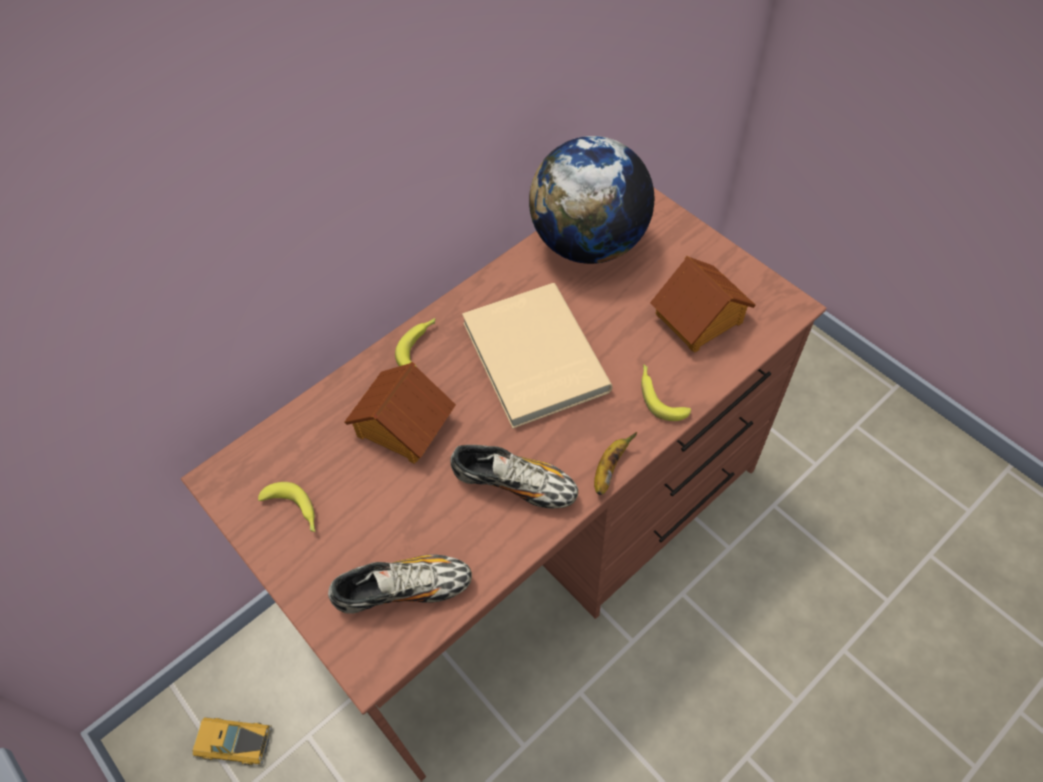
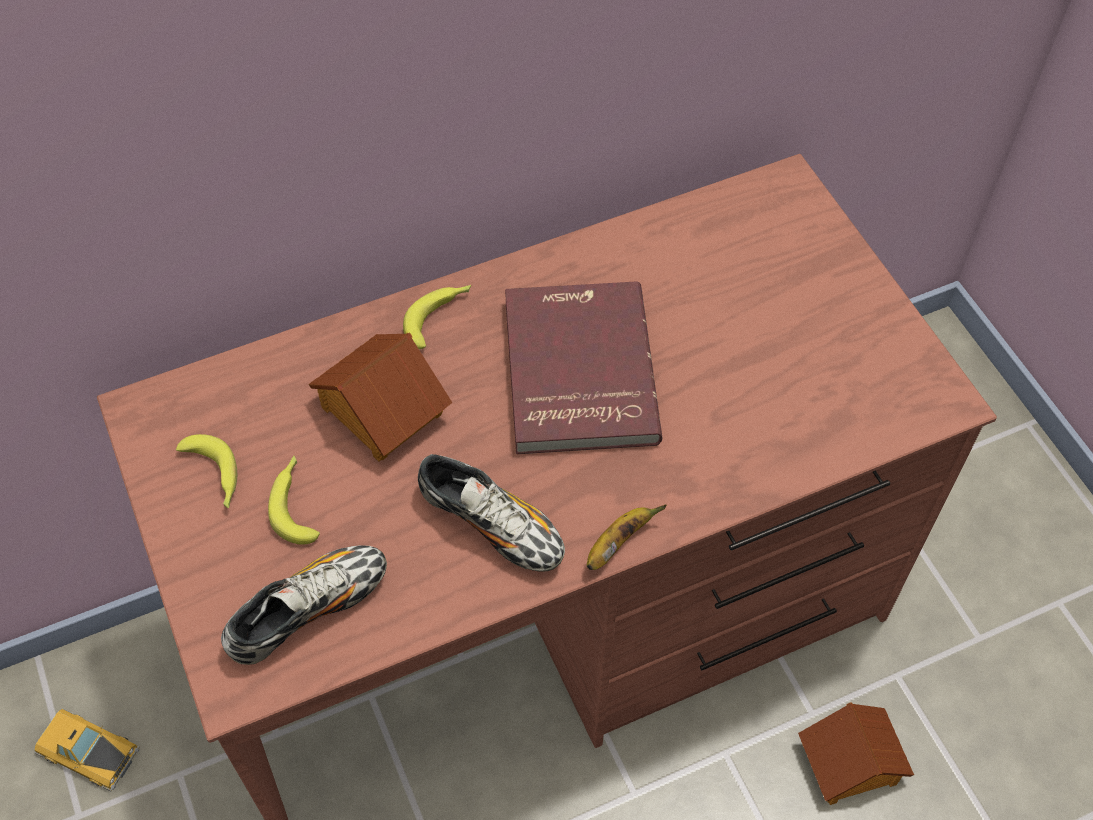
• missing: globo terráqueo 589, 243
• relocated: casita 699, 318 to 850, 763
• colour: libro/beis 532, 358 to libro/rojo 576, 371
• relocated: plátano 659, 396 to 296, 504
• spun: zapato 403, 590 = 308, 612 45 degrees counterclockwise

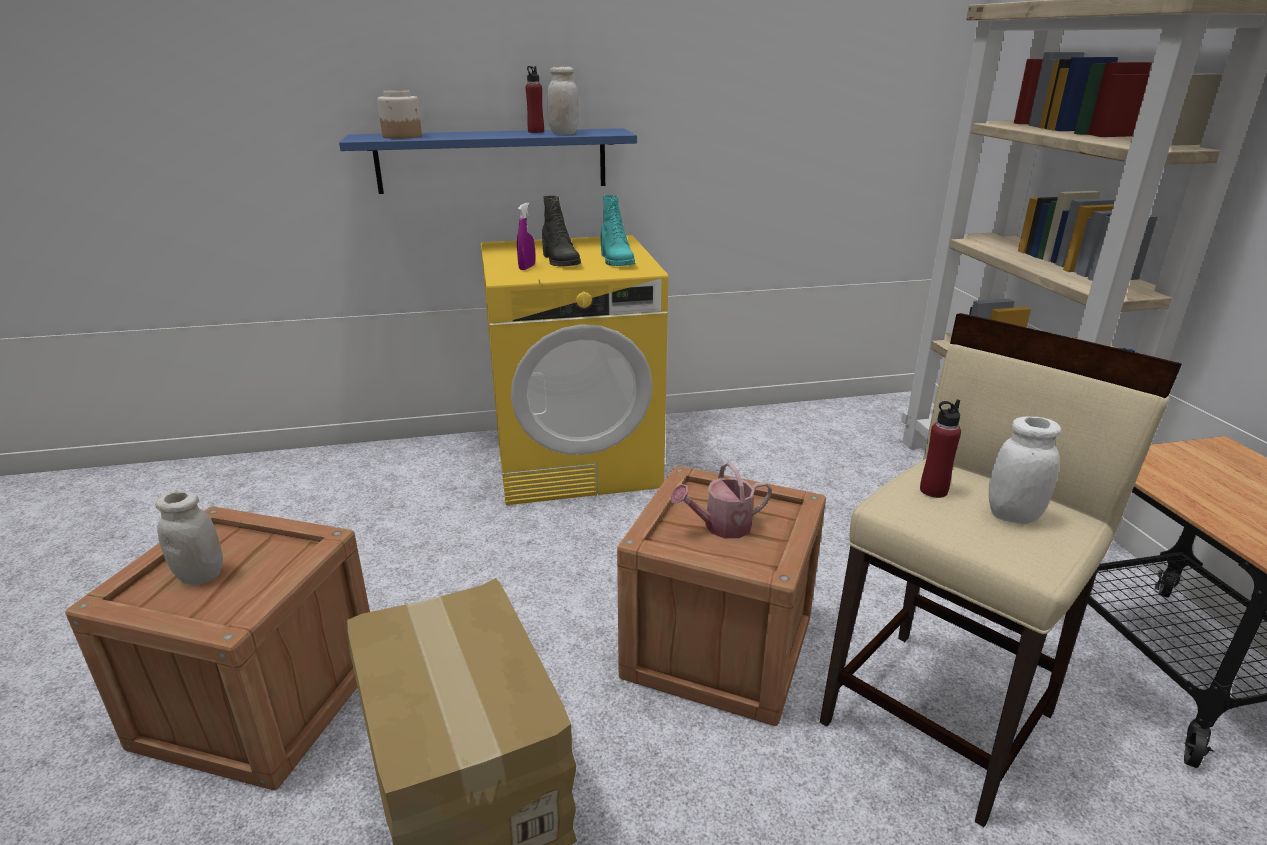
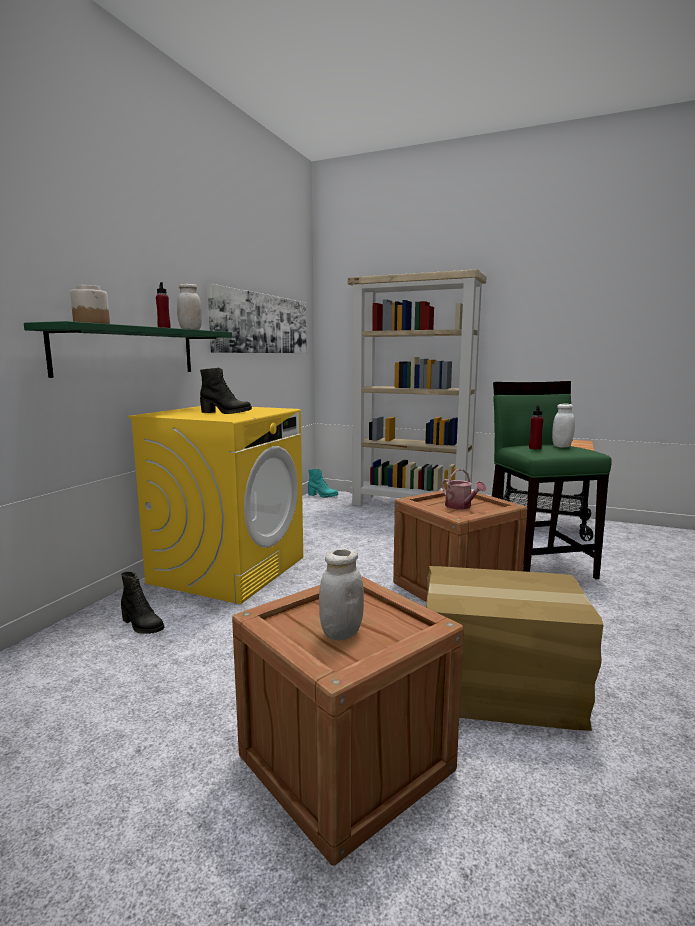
• colour: estante/azul 492, 160 to estante/verde 128, 351
• relocated: bota/turquesa 615, 261 to 322, 496
• missing: pulverizador/morado 527, 267
• colour: taburete/beis 940, 717 to taburete/verde 538, 564
• spun: regadera 721, 526 = 460, 506 45 degrees counterclockwise
• appeared: cuadro 262, 324
• appeared: bota/negro 142, 626

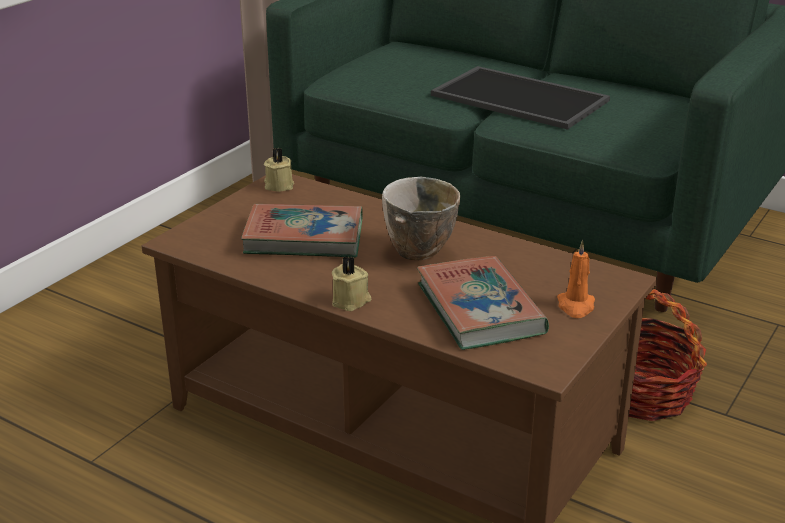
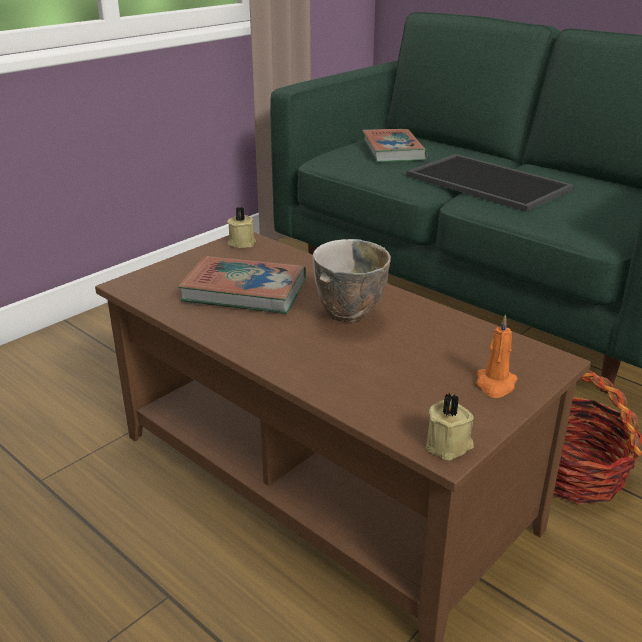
• relocated: vela/beis 351, 301 to 449, 446
• relocated: libro 480, 309 to 393, 151

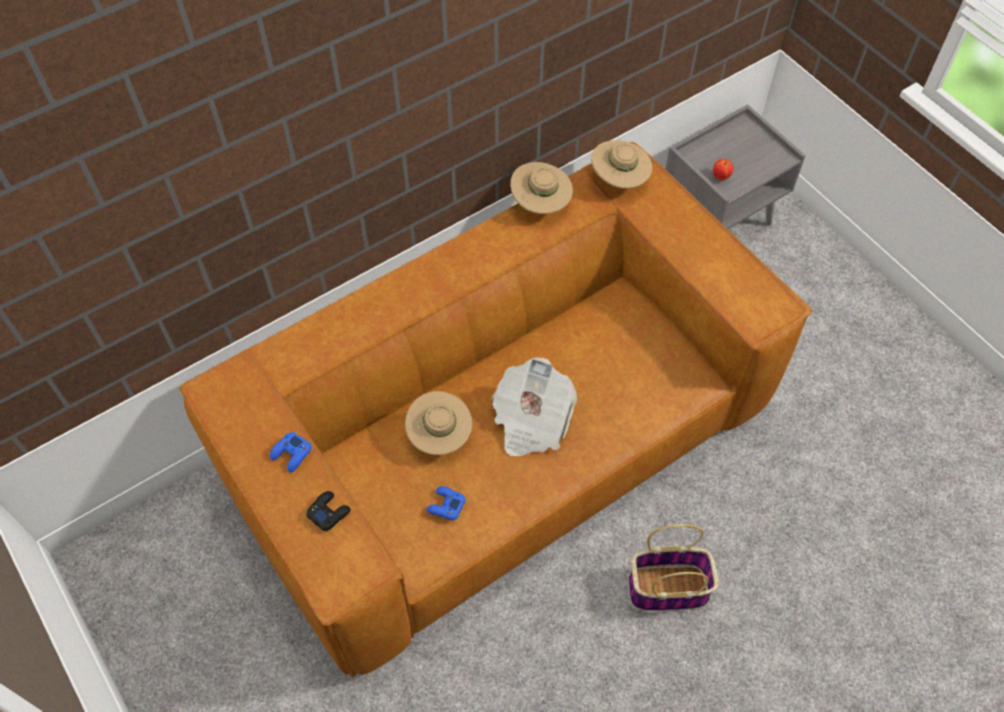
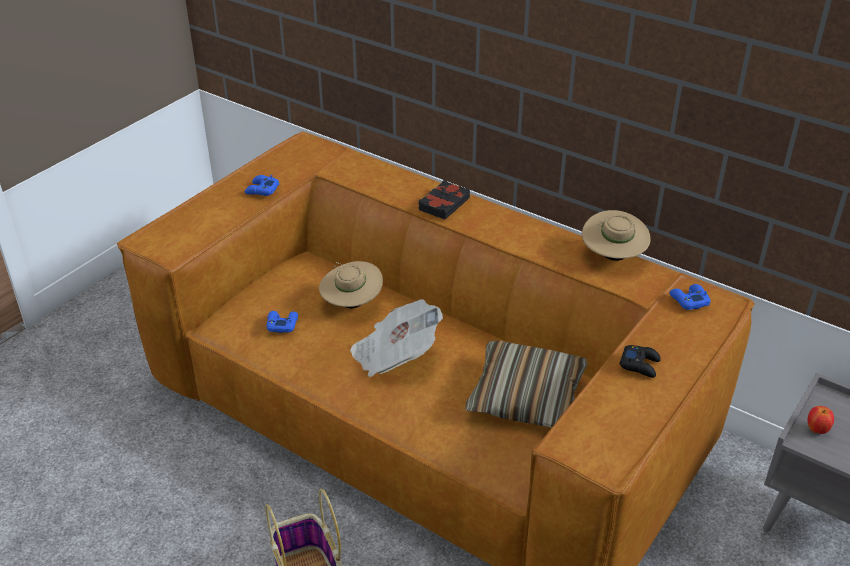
• exchanged: sombrero/beis 619, 179 to mando de consola/azul 689, 300
• relocated: mando de consola/negro 328, 512 to 640, 364
• appeared: libro/negro 443, 204
• appeared: cojín 526, 397

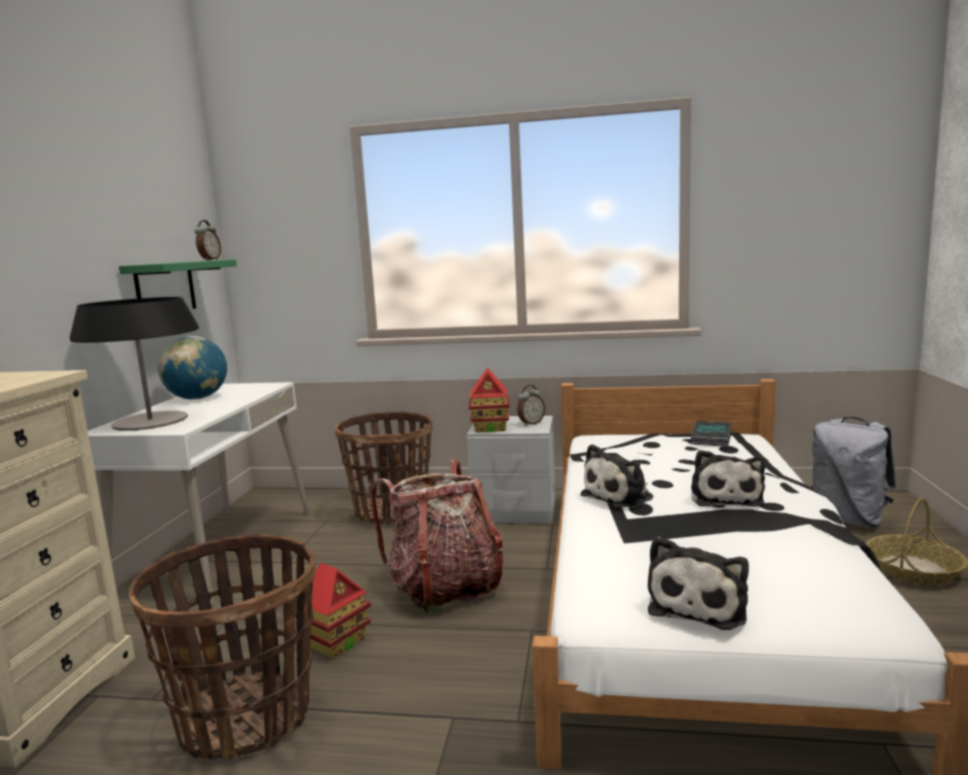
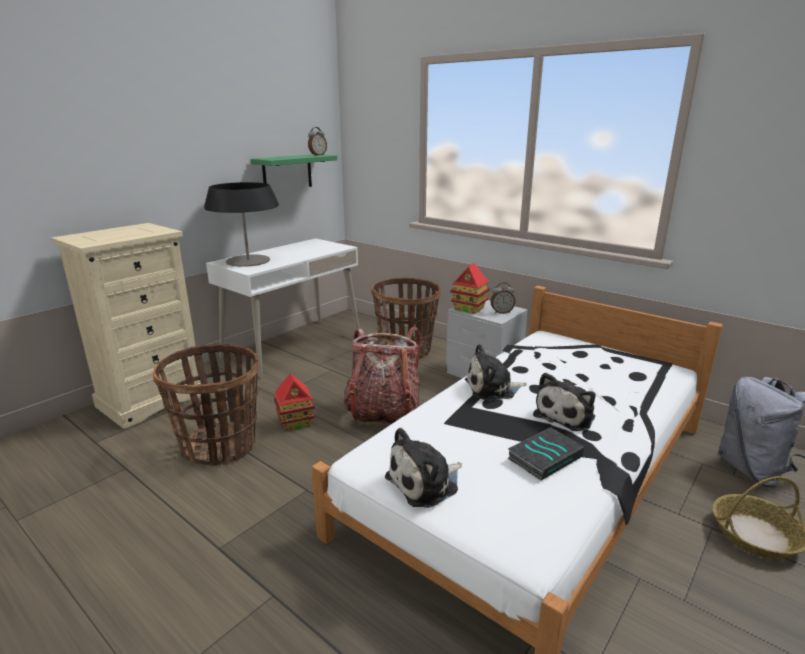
• missing: globo terráqueo 197, 398
• relocated: libro 710, 438 to 544, 457

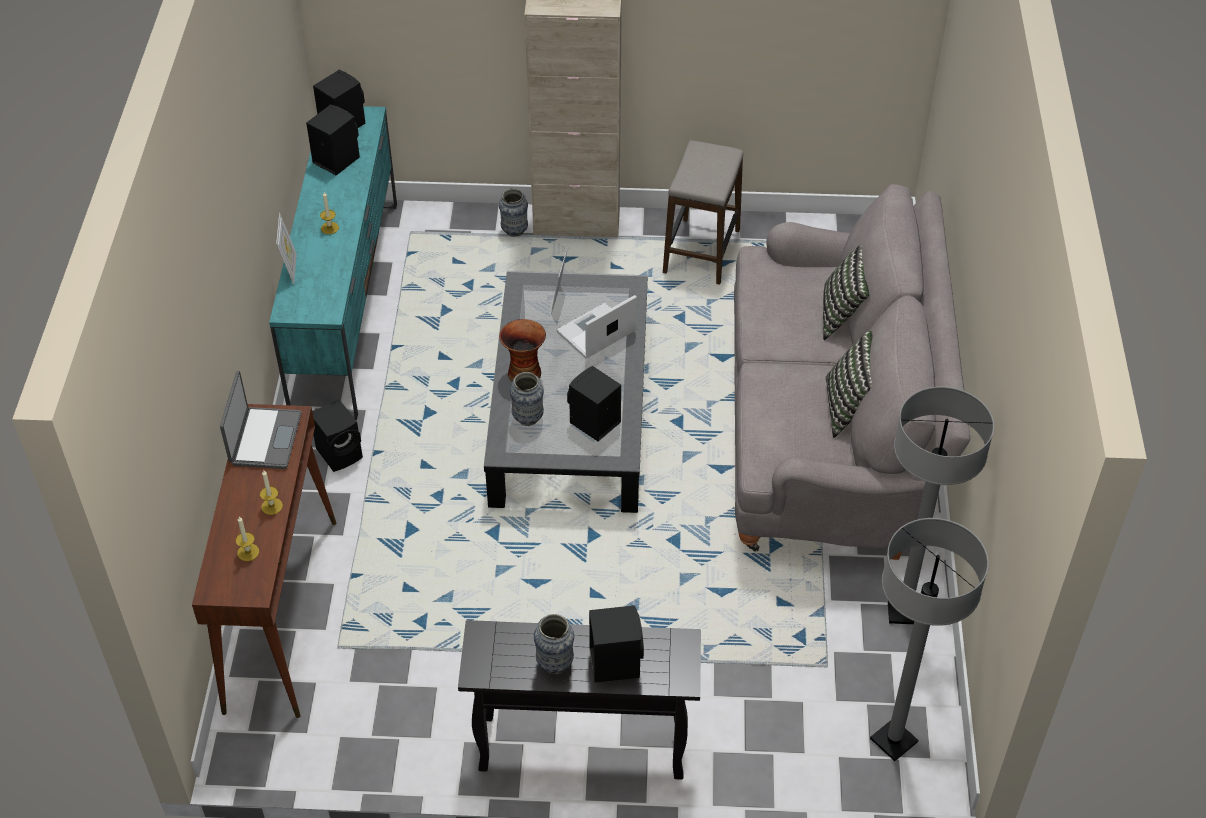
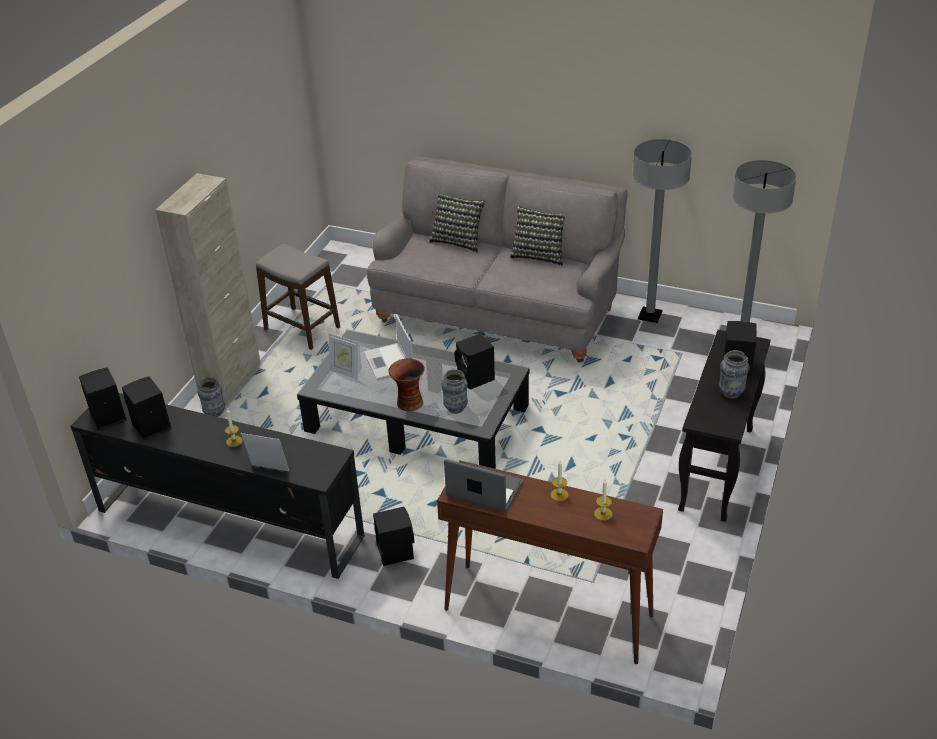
• colour: mueble de televisión/turquesa 346, 303 to mueble de televisión/negro 228, 523

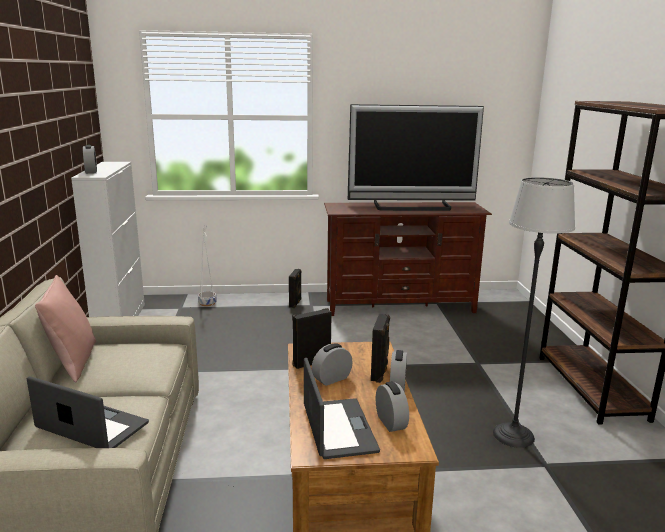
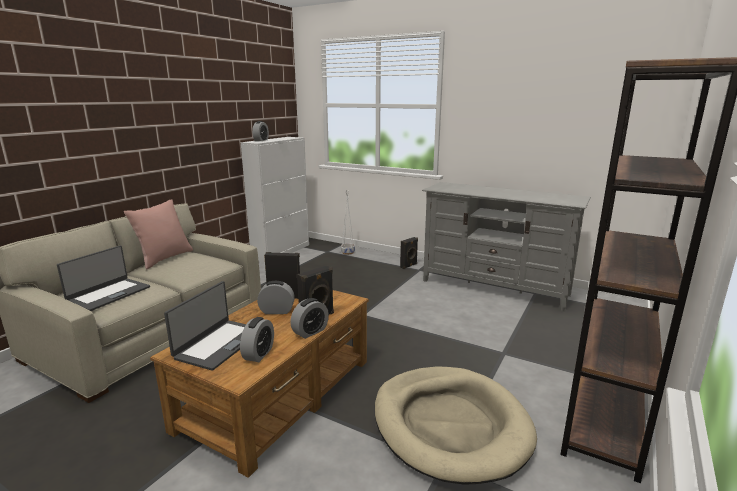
• missing: televisor 412, 207
• exchanged: lámpara de pie 513, 435 to cama para perro/beis 450, 425
• colour: mueble de televisión/marrón 400, 306 to mueble de televisión/gris 494, 287
• spun: portátil 91, 427 = 108, 294 60 degrees clockwise

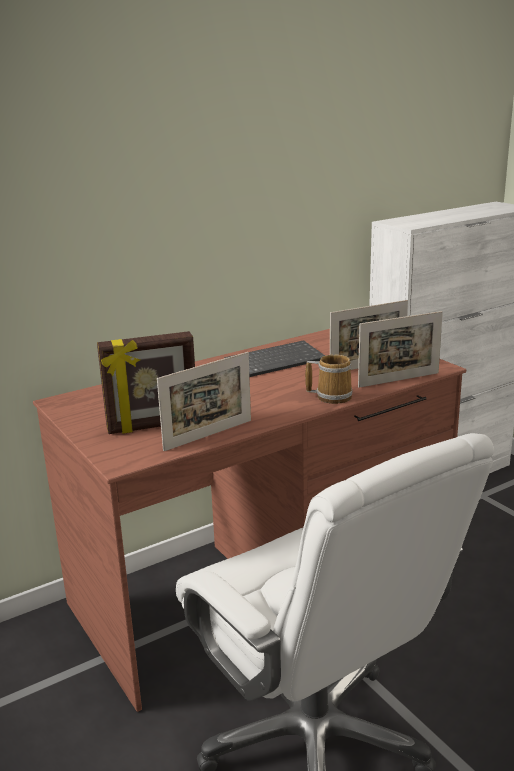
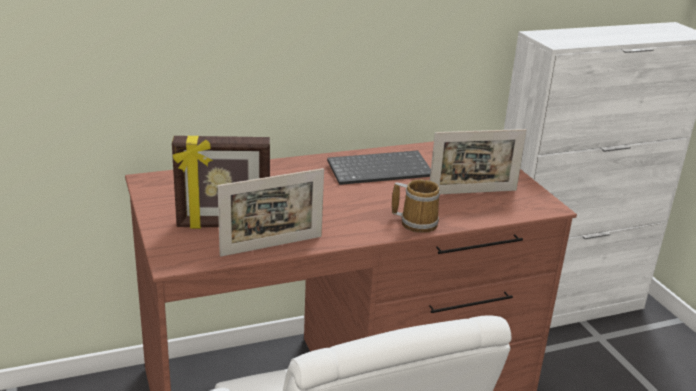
• missing: portarretratos 399, 380

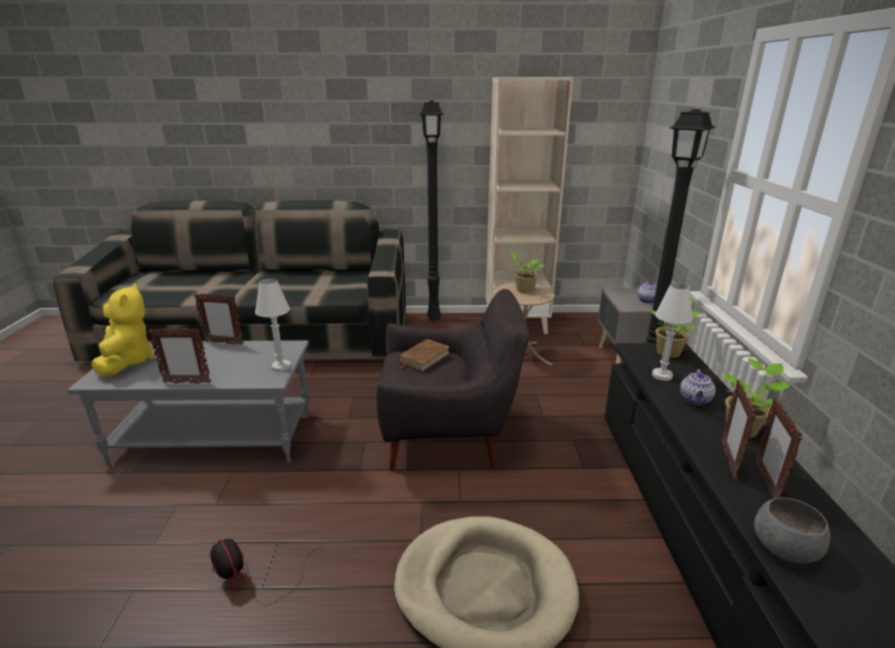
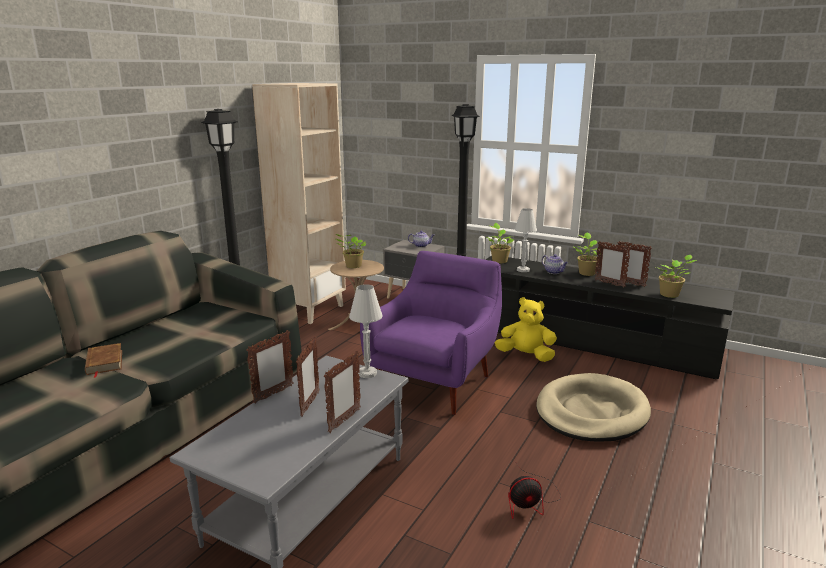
• relocated: peluche/amarillo 127, 362 to 526, 356
• colour: sillón/gris 449, 436 to sillón/morado 435, 381
• relocated: libro/marrón 424, 358 to 104, 362
• exchanged: cuenco/gris 784, 547 to planta en maceta 670, 295
• appeared: portarretratos 309, 404

